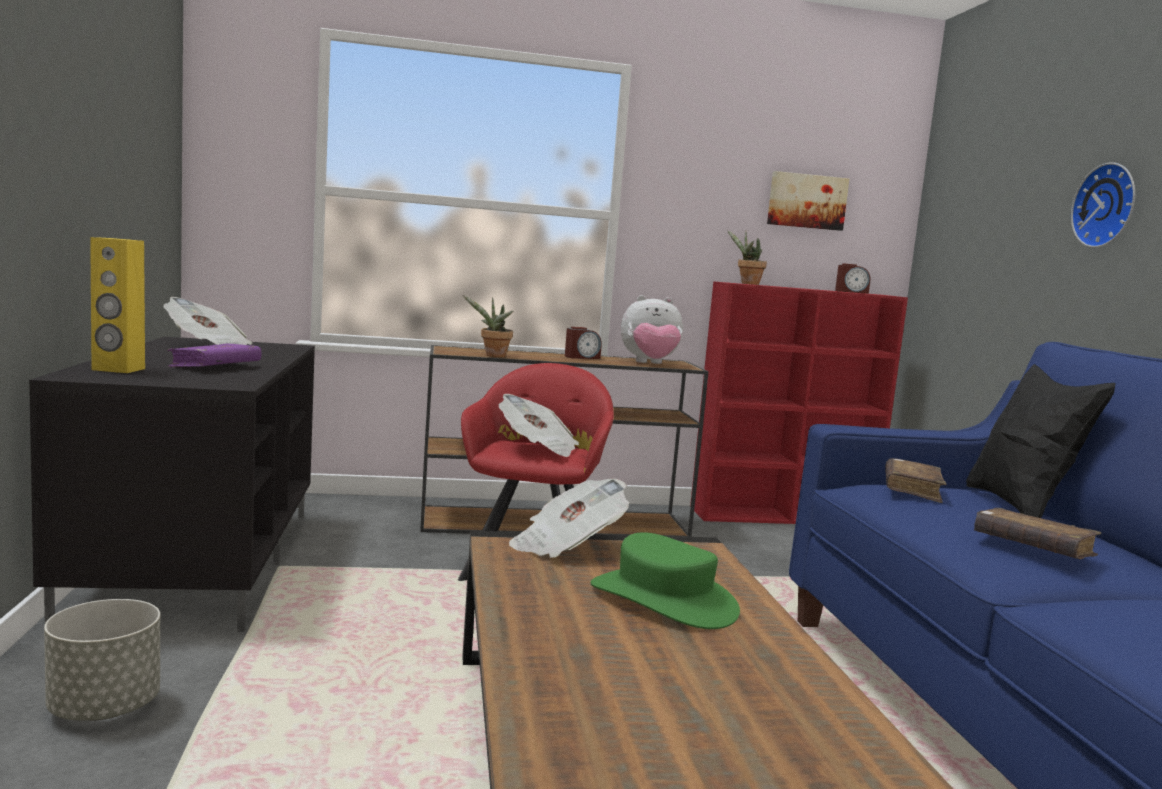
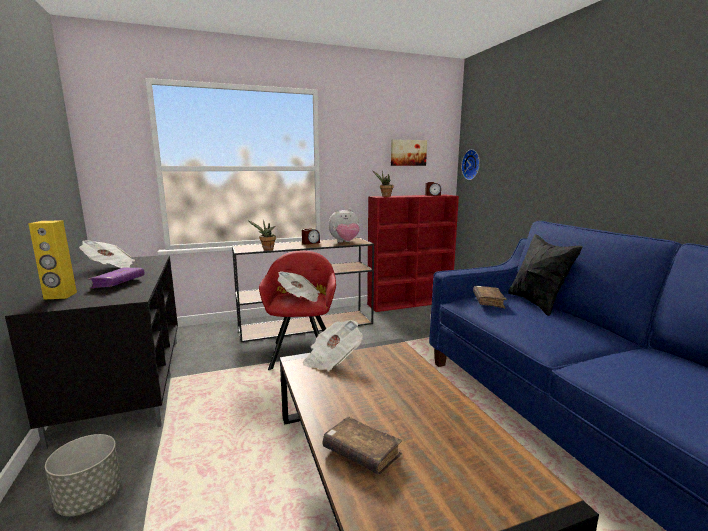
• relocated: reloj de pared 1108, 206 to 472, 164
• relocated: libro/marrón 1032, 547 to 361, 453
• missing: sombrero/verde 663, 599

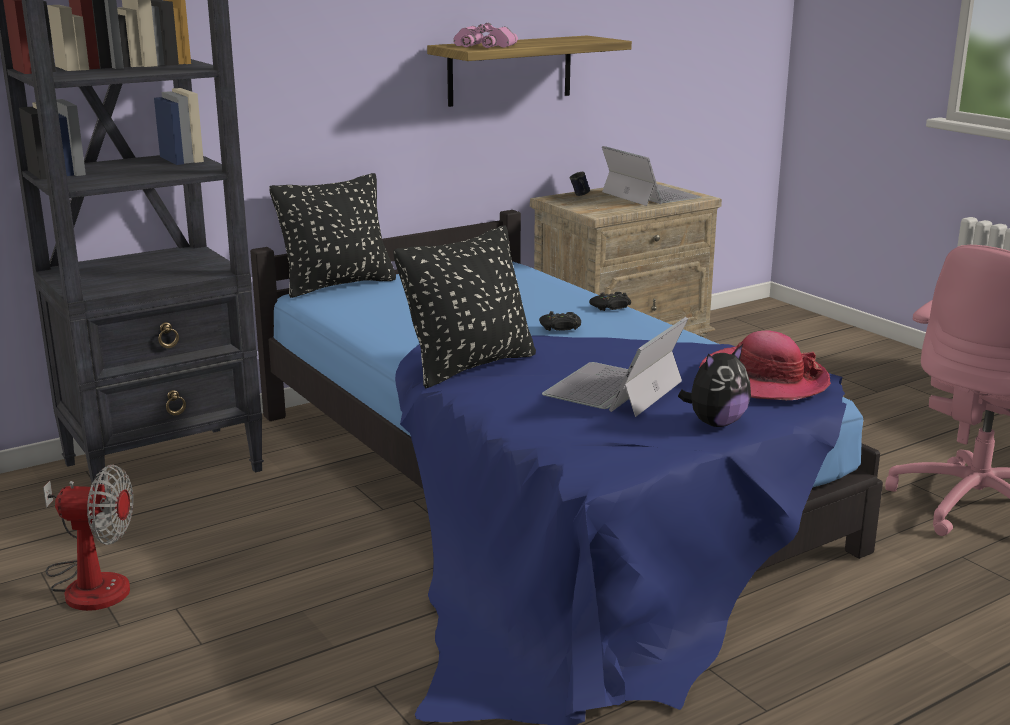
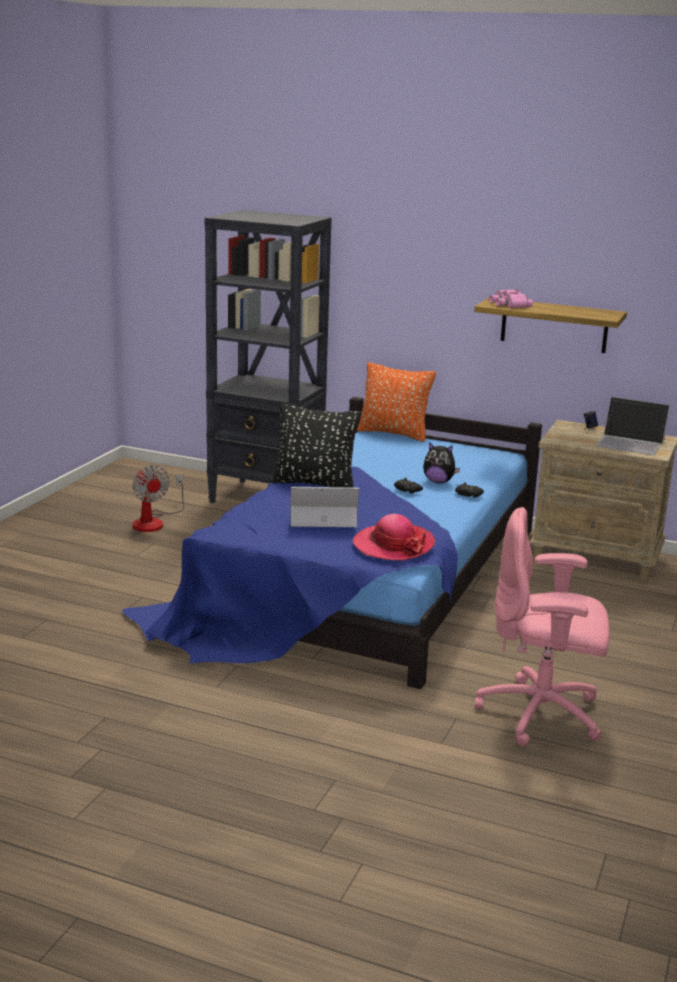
• spun: portátil 649, 195 = 631, 442 90 degrees clockwise
• colour: cojín/negro 337, 285 to cojín/naranja 393, 433
• relocated: peluche 715, 423 to 438, 481

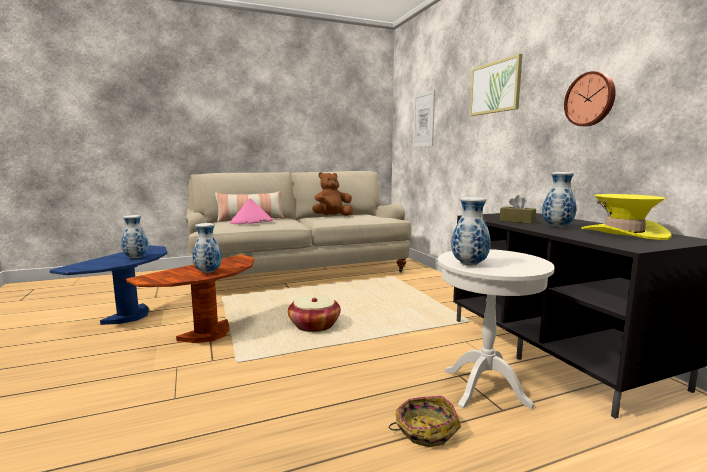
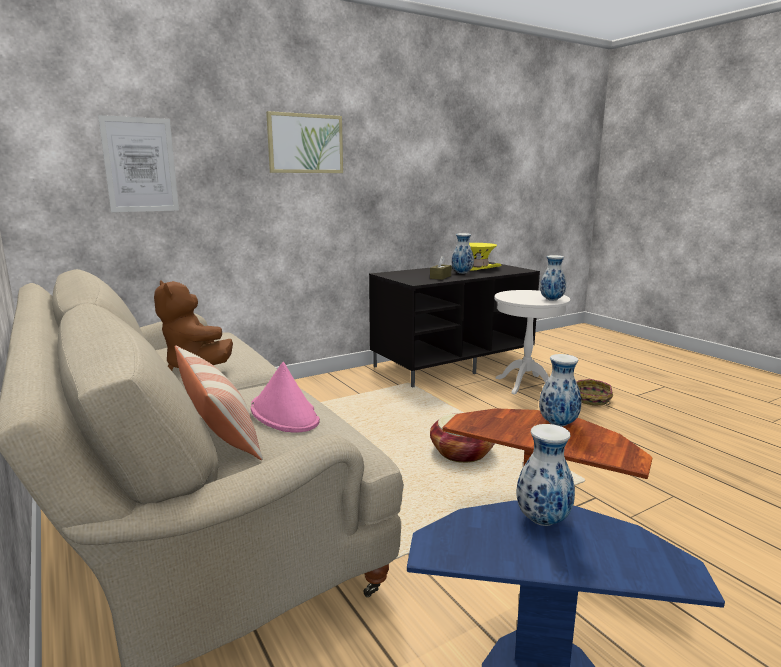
• missing: reloj de pared 590, 99

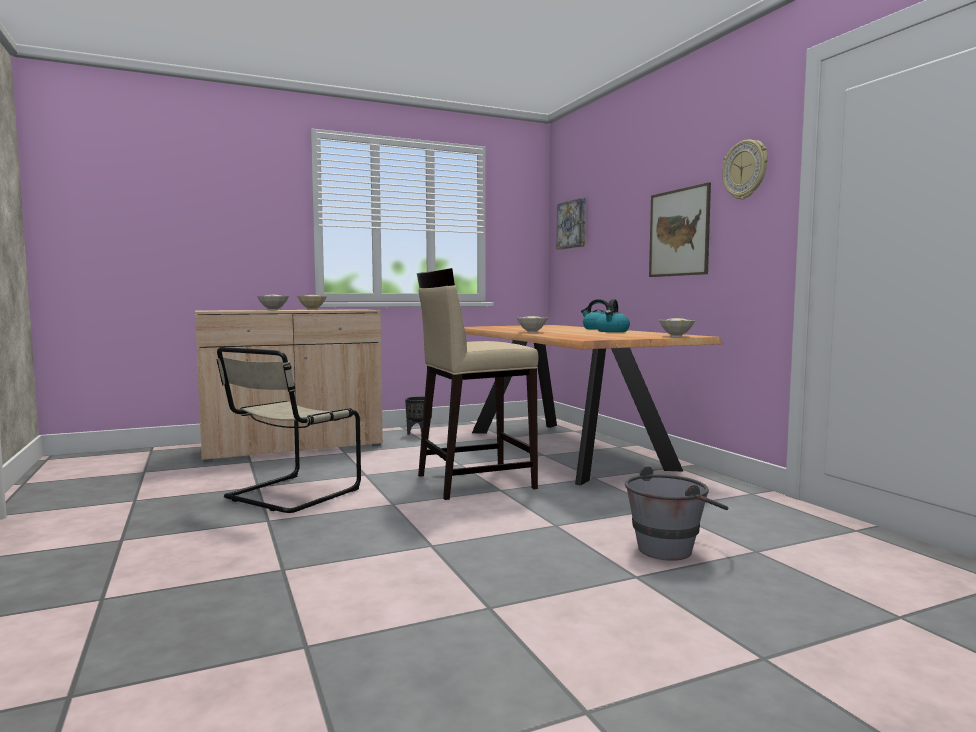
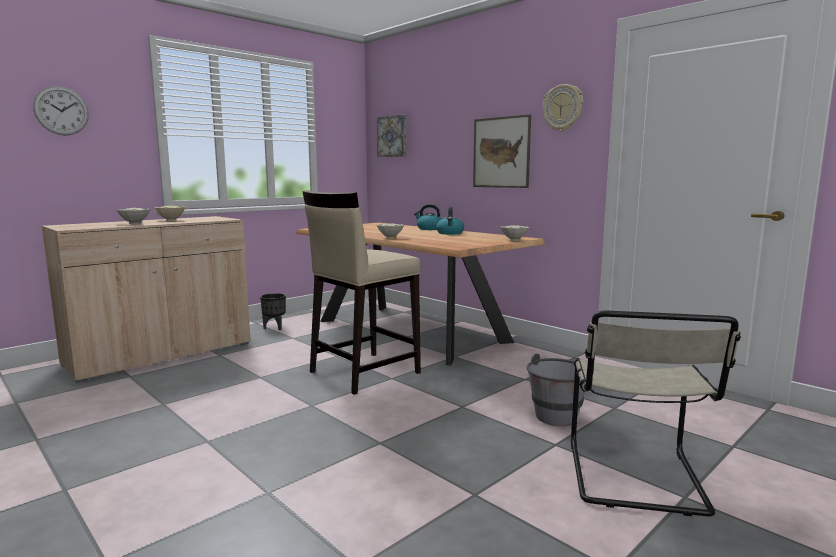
• relocated: silla/beis 289, 495 to 636, 479
• appeared: reloj de pared 61, 111

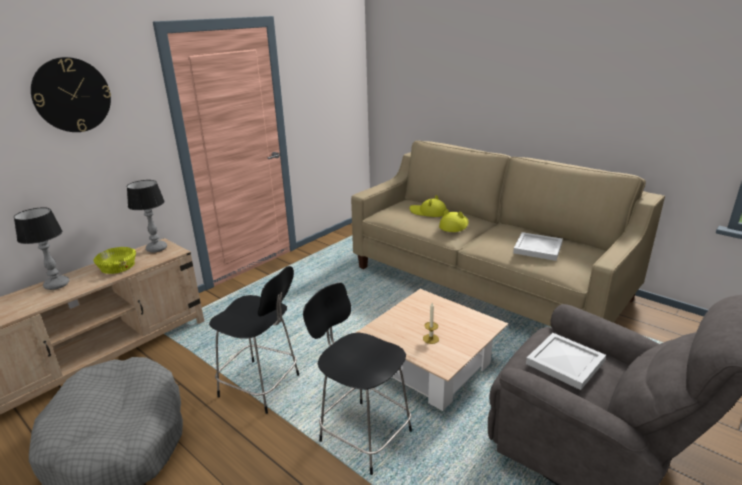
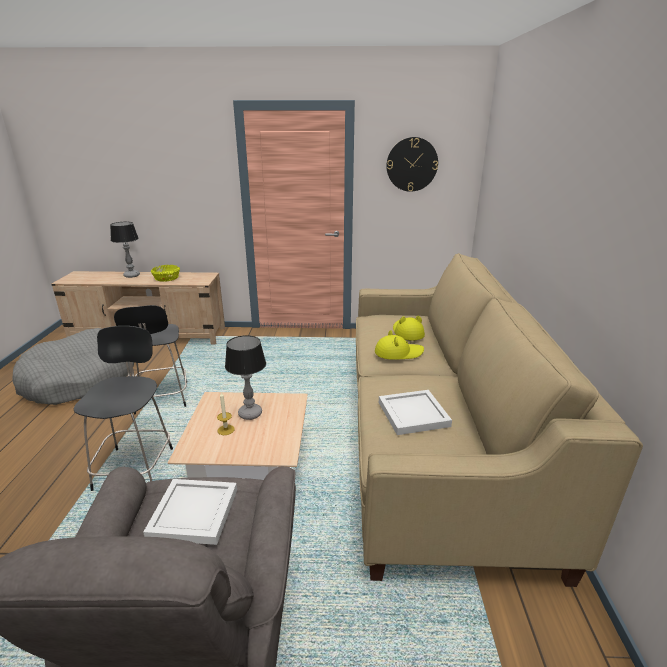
• relocated: reloj de pared 72, 95 to 412, 164
• relocated: lámpara de mesa 156, 249 to 249, 413

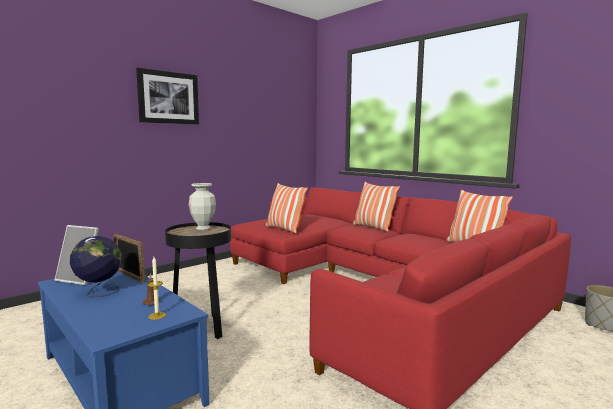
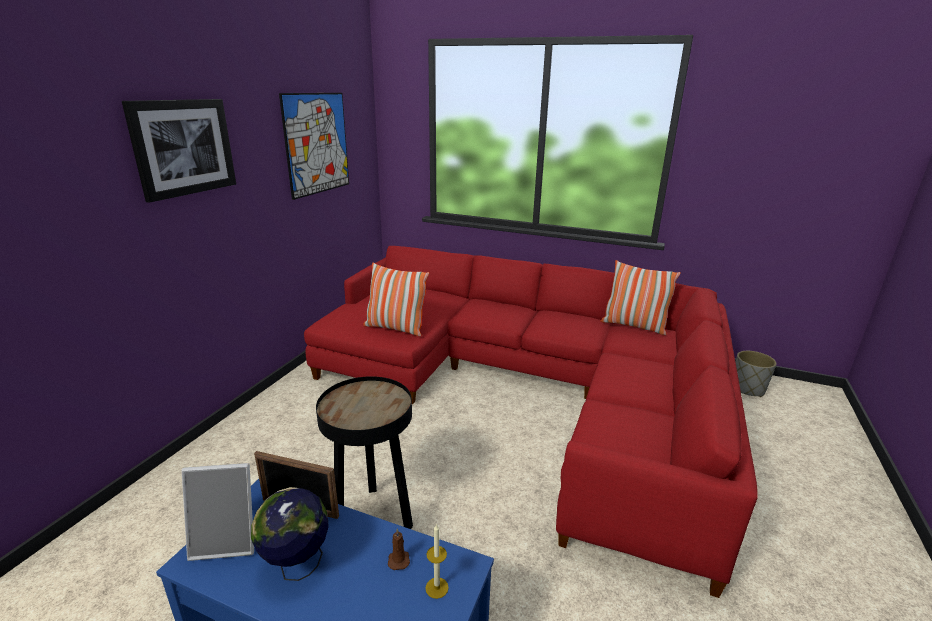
• missing: cojín 373, 227
• missing: florero 203, 229
• appeared: cuadro 317, 143

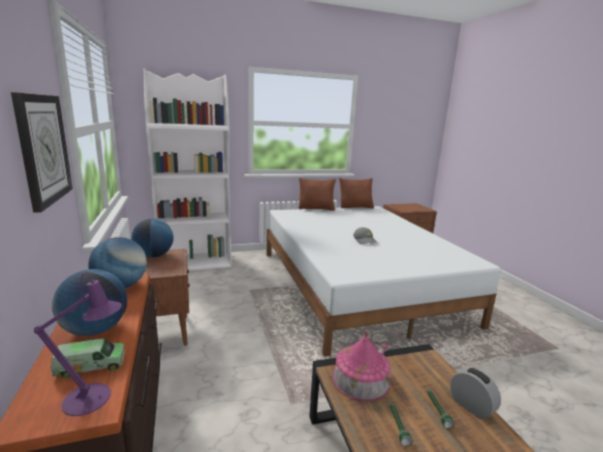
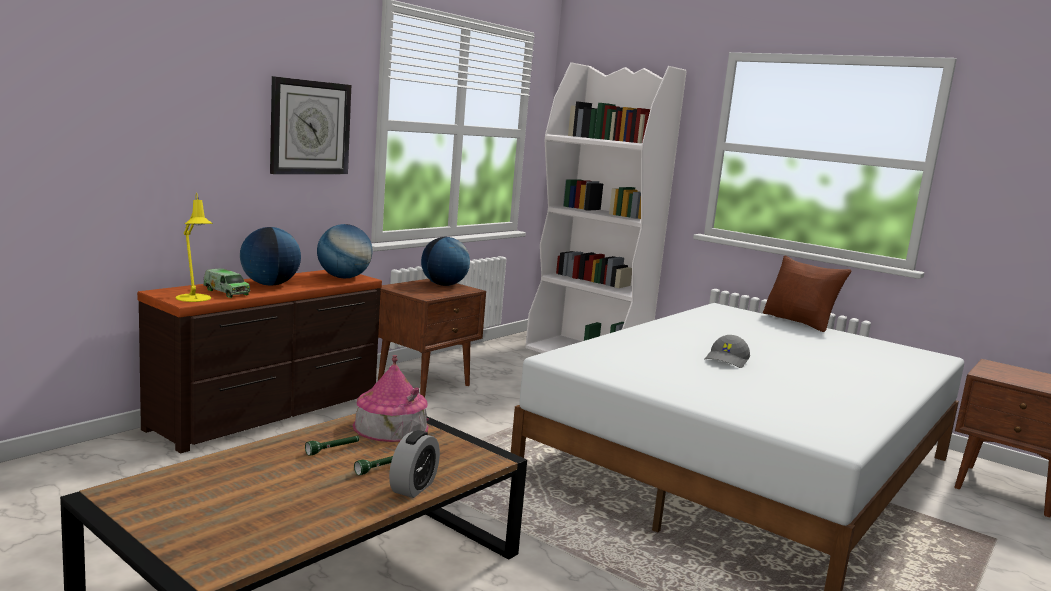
• missing: cojín/marrón 356, 207
• colour: lámpara de mesa/morado 93, 399 to lámpara de mesa/amarillo 194, 299

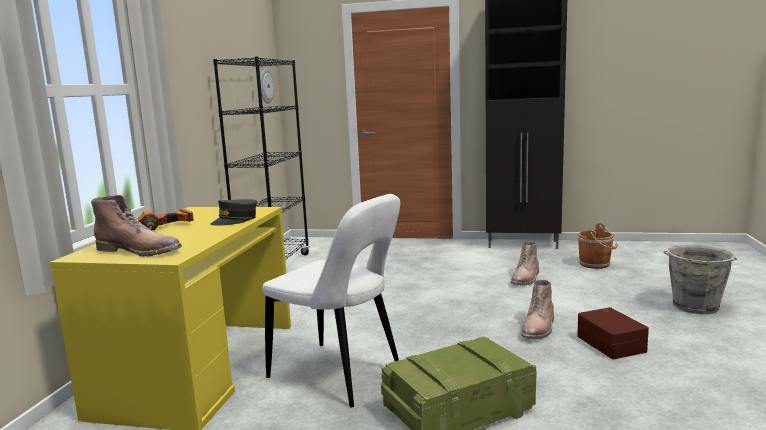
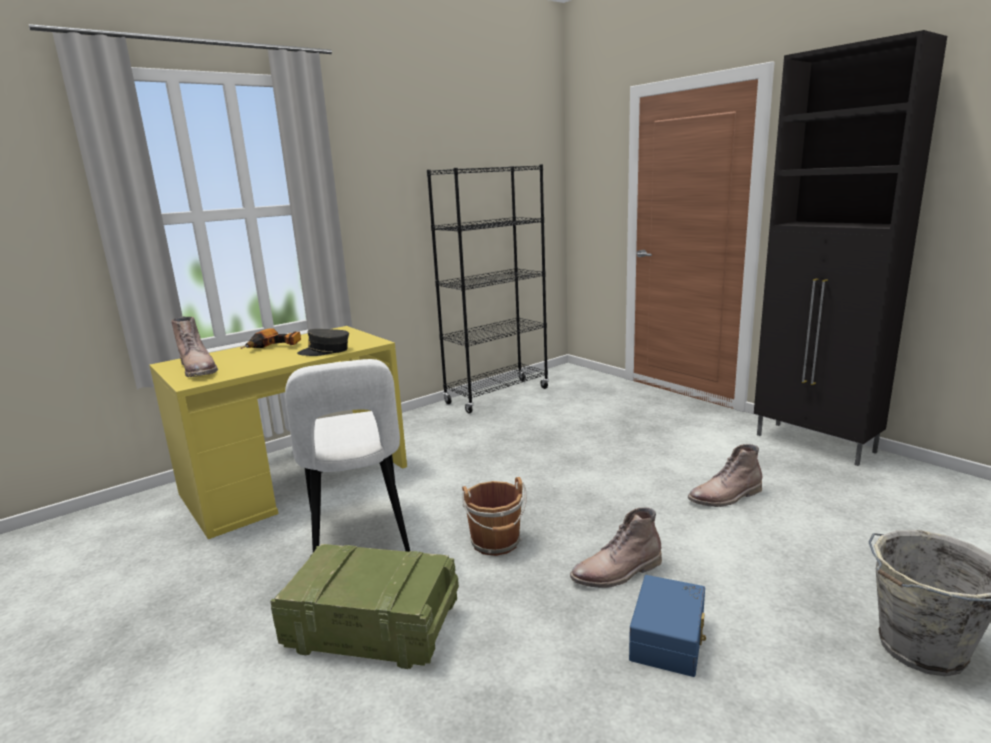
• missing: reloj de pared 266, 86
• relocated: cubo/marrón 596, 264 to 496, 543
• colour: caja de almacenaje/marrón 612, 343 to caja de almacenaje/azul 670, 639

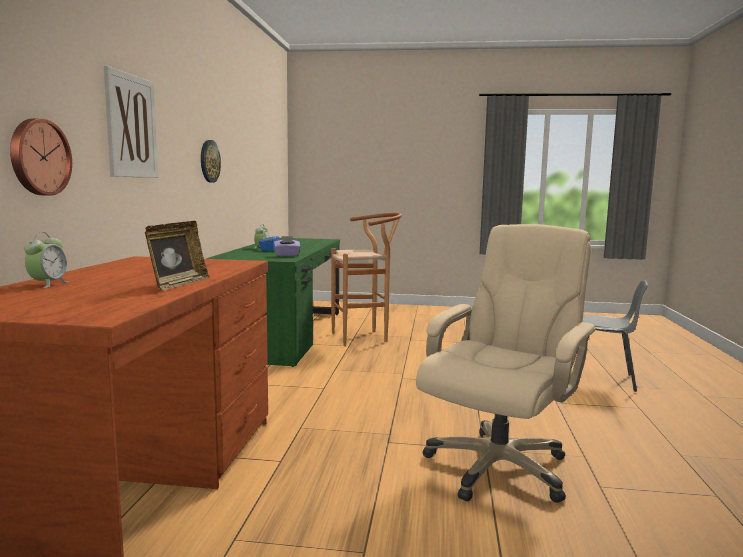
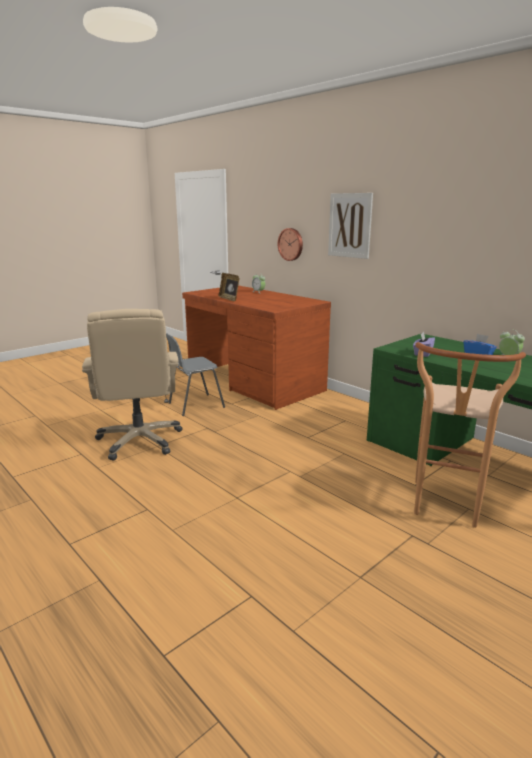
• missing: reloj de pared 209, 161
• relocated: silla/gris 603, 379 to 194, 405

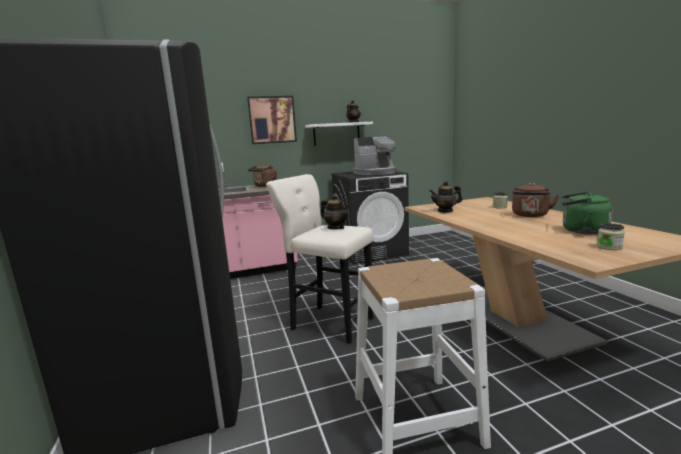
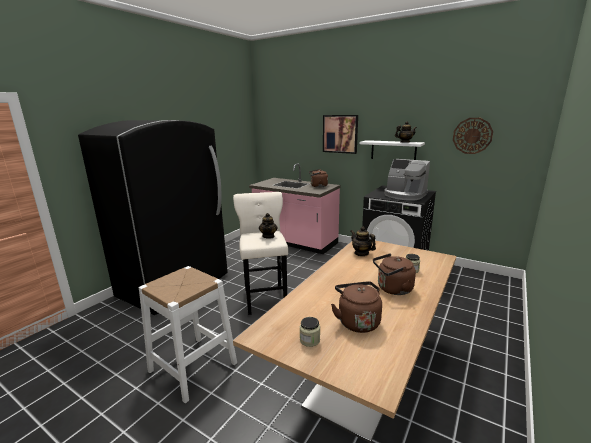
• colour: hervidor/verde 581, 231 to hervidor/marrón 357, 321
• appeared: reloj de pared 472, 135

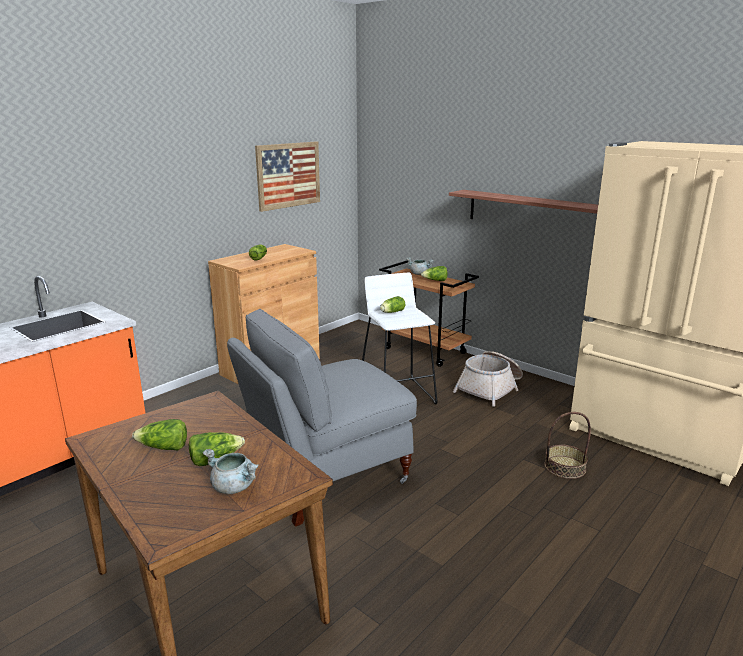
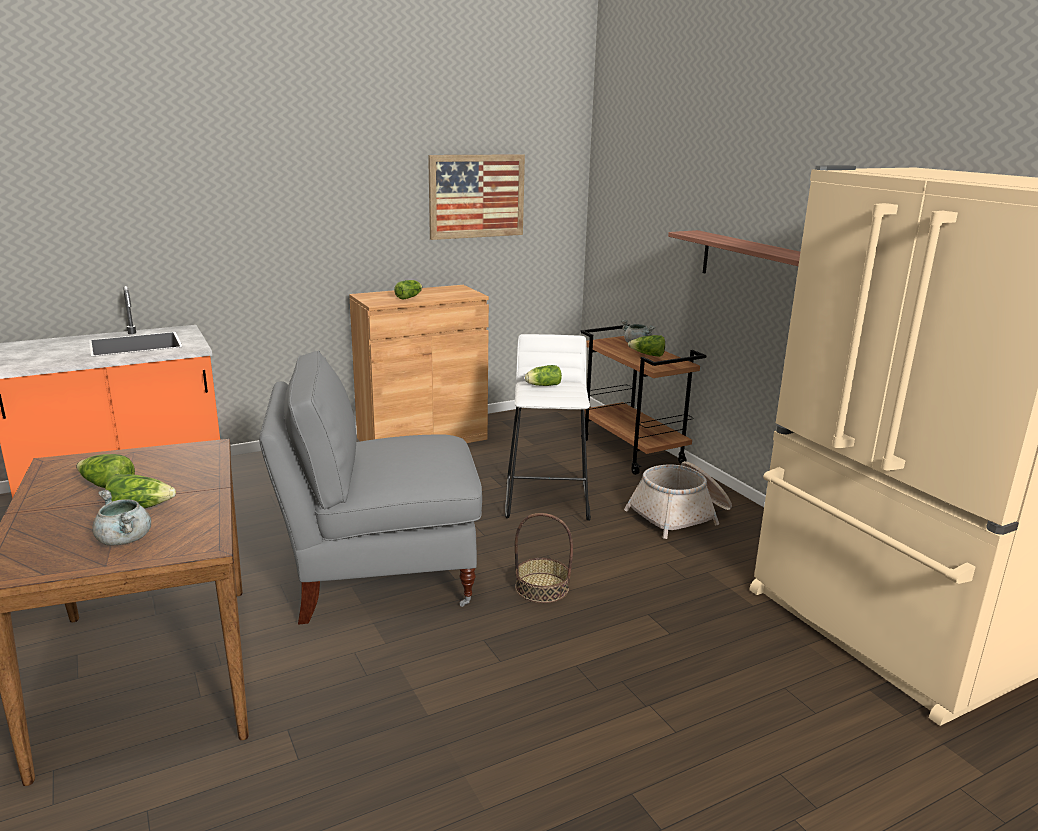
• relocated: cesta 565, 467 to 541, 588

